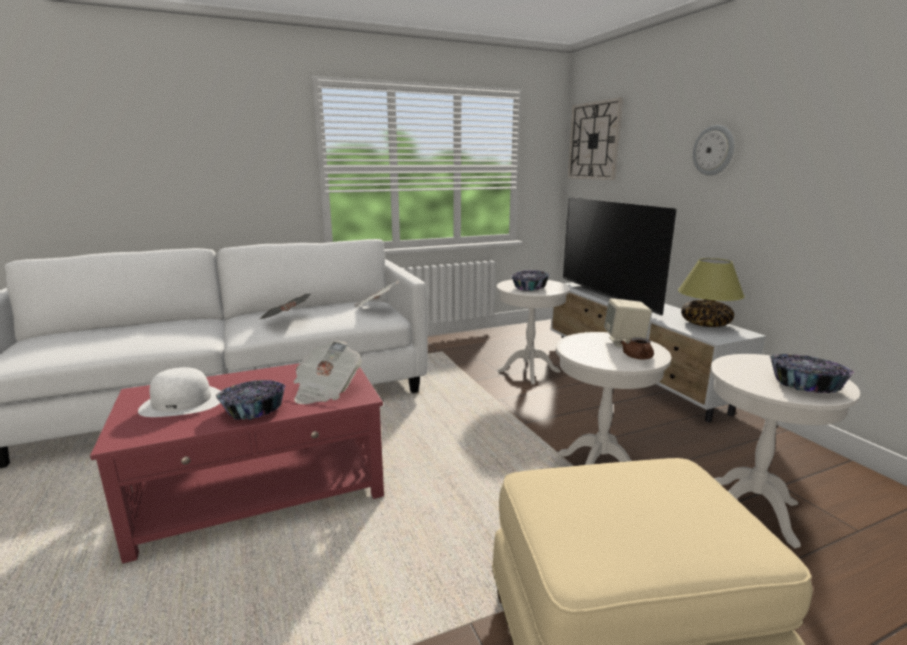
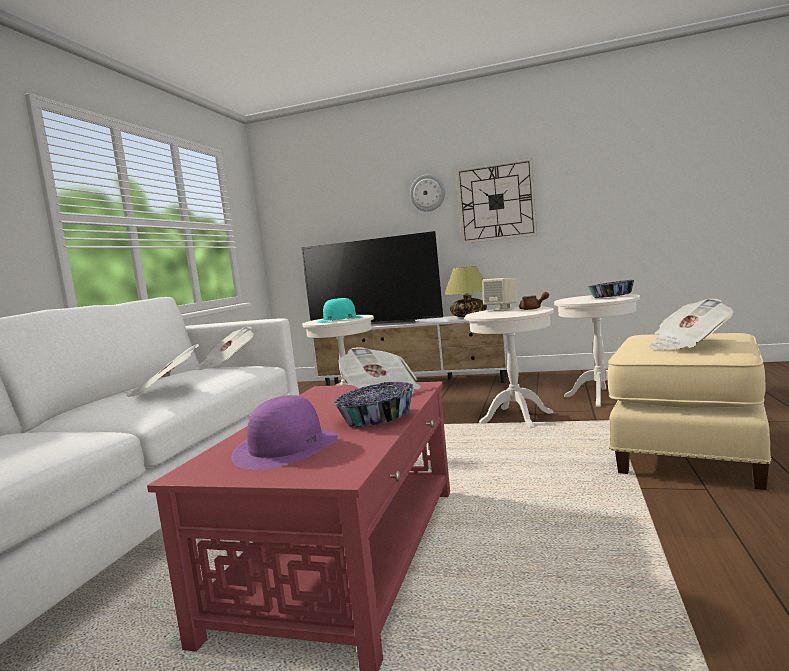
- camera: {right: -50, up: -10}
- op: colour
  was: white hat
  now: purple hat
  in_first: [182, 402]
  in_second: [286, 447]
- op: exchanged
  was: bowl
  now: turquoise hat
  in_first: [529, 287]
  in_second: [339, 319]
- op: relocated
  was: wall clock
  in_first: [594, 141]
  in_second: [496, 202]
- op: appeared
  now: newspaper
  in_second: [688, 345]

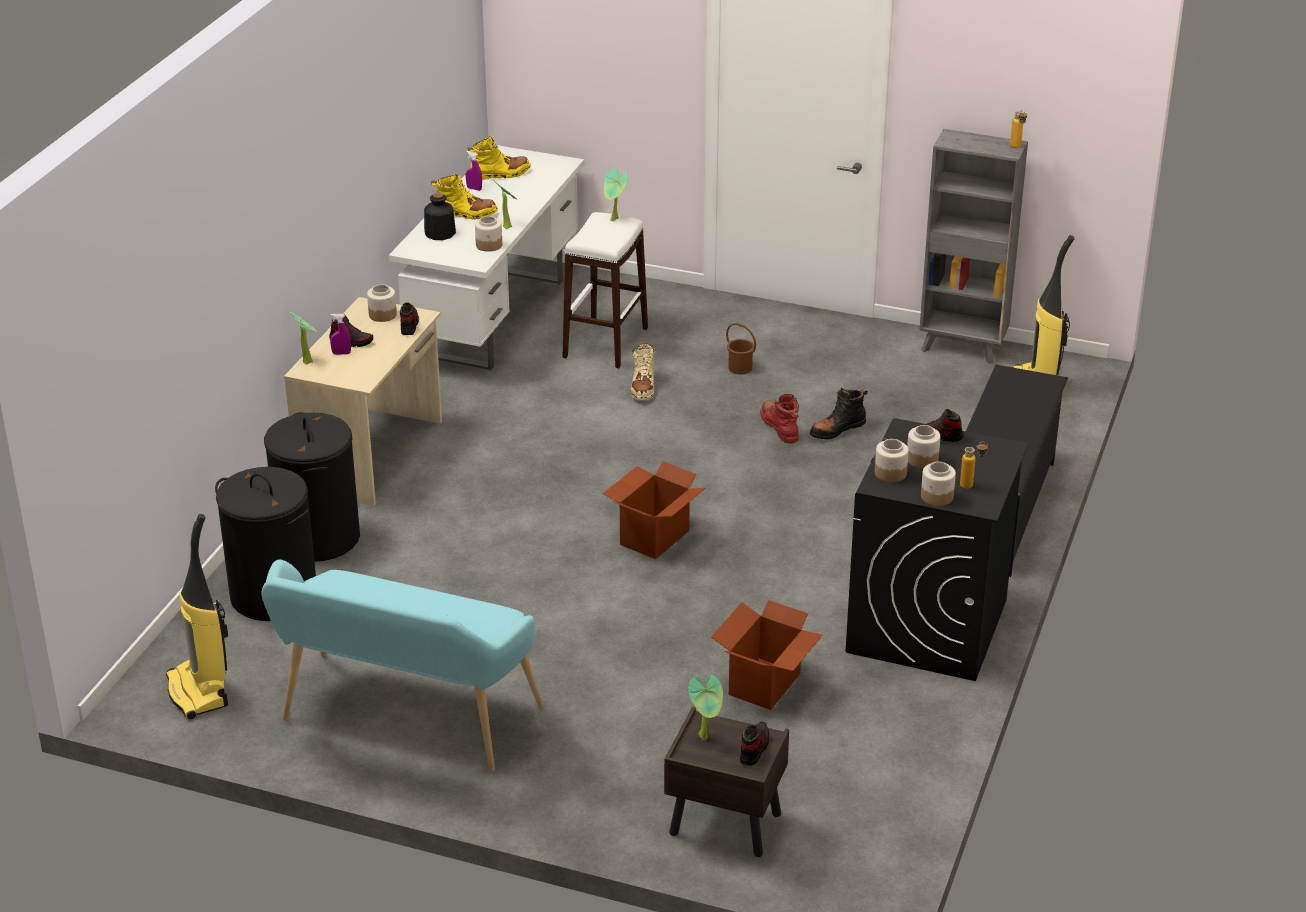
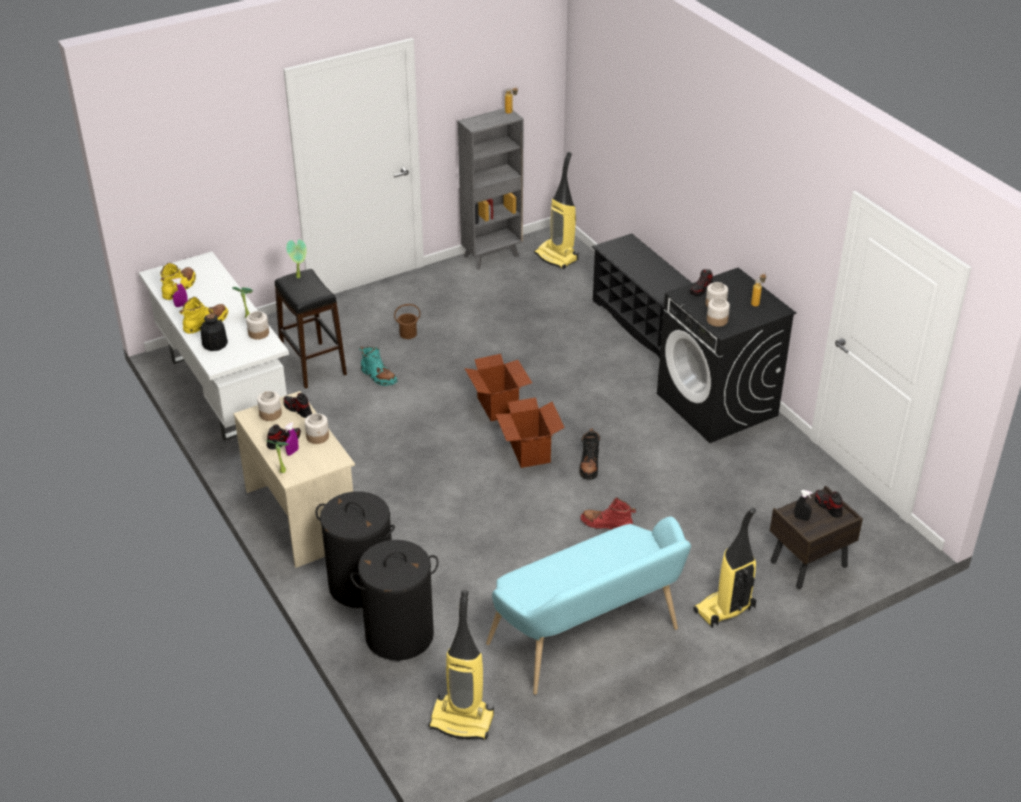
- camera: {right: -50, up: 5}
- op: colour
  was: white stool
  now: black stool
  in_first: [605, 343]
  in_second: [313, 365]
- op: colour
  was: beige boot
  now: turquoise boot
  in_first: [643, 387]
  in_second: [378, 376]
- op: exchanged
  was: potted plant
  now: black spray bottle
  in_first: [706, 737]
  in_second: [801, 518]
- op: relocated
  was: cardboard box
  in_first: [765, 684]
  in_second: [498, 406]
- op: relocated
  was: red boot
  in_first: [780, 427]
  in_second: [606, 525]
- op: relocated
  was: black boot
  in_first: [837, 430]
  in_second: [589, 465]
- op: relocated
  was: jar
  in_first: [937, 497]
  in_second: [318, 437]
- op: appeared
  now: vacuum cleaner
  in_second: [724, 610]

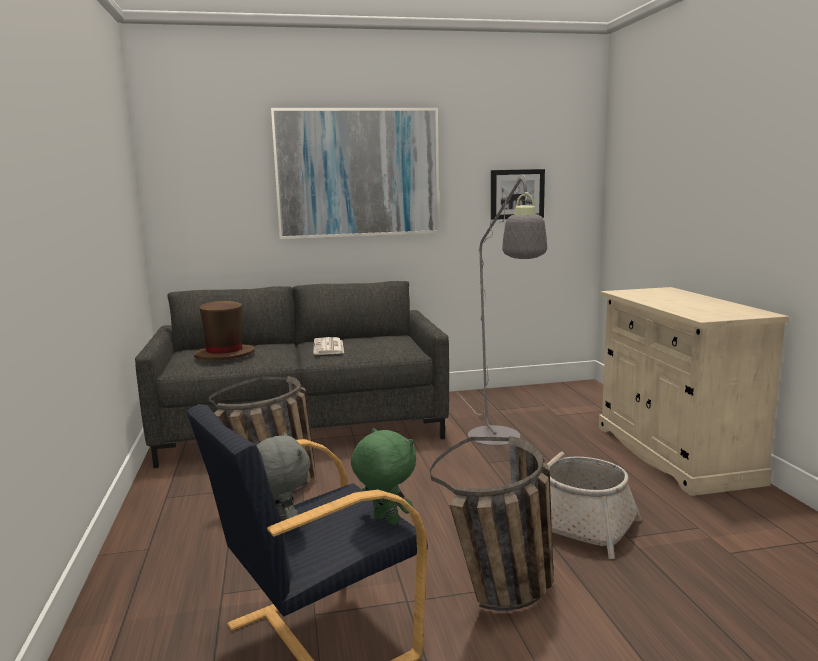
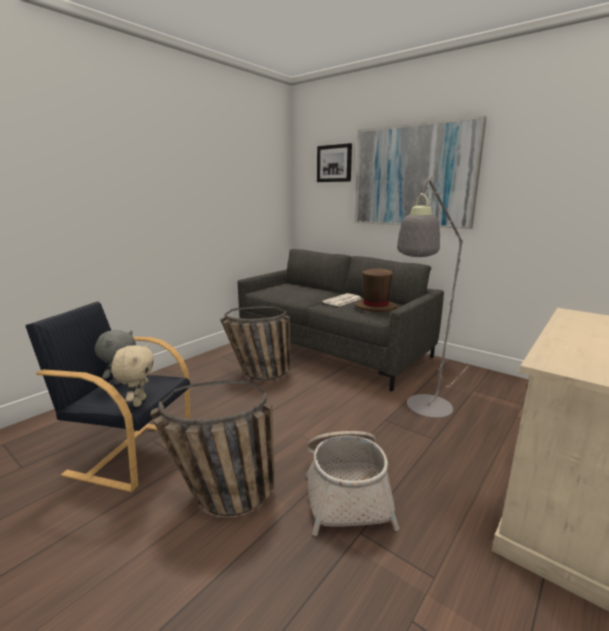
- camera: {right: 50, up: 5}
- op: relocated
  was: brown hat
  in_first: [224, 355]
  in_second: [375, 307]
- op: colour
  was: green plush toy
  now: beige plush toy
  in_first: [385, 521]
  in_second: [138, 402]
- op: relocated
  was: picture
  in_first: [516, 194]
  in_second: [334, 163]

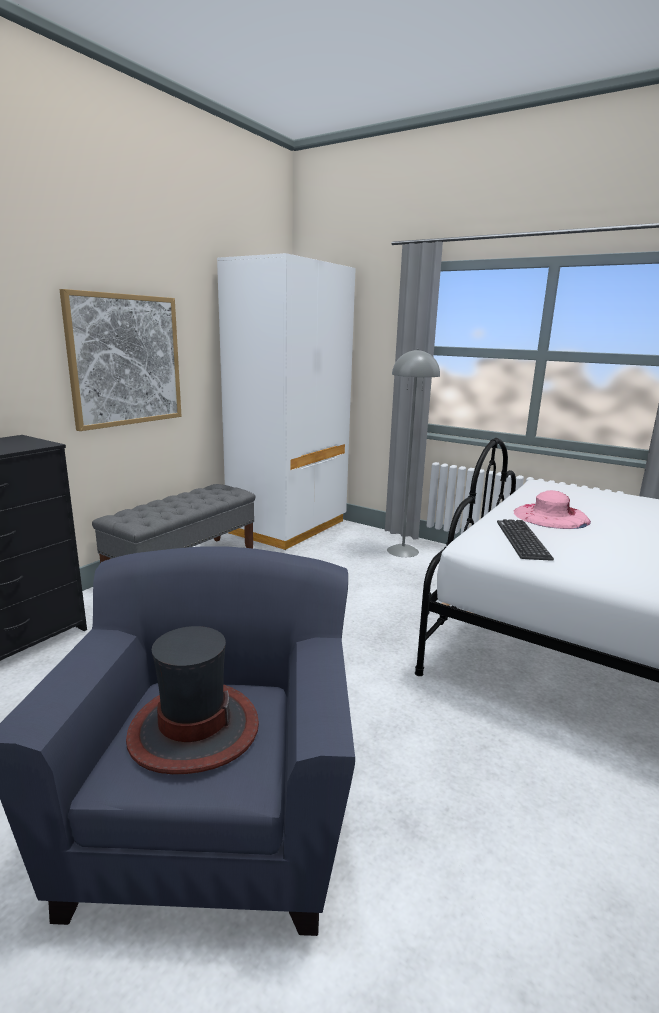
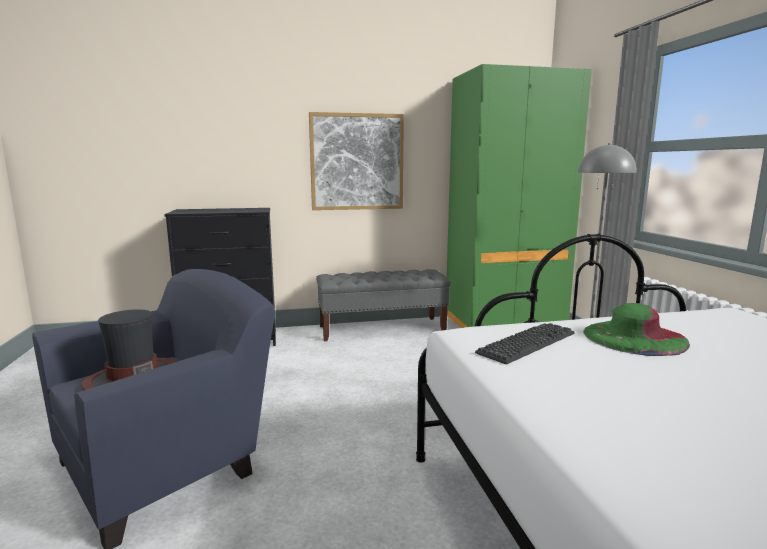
- camera: {right: 45, up: -5}
- op: colour
  was: white wardrobe
  now: green wardrobe
  in_first: [288, 527]
  in_second: [503, 323]
- op: colour
  was: pink hat
  now: green hat
  in_first: [551, 516]
  in_second: [634, 337]

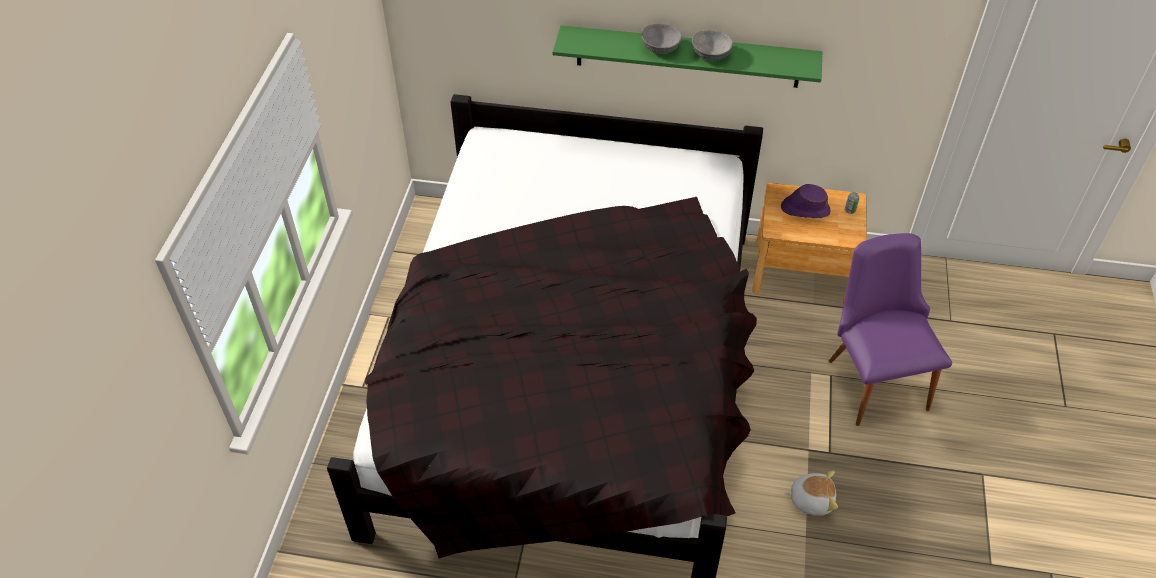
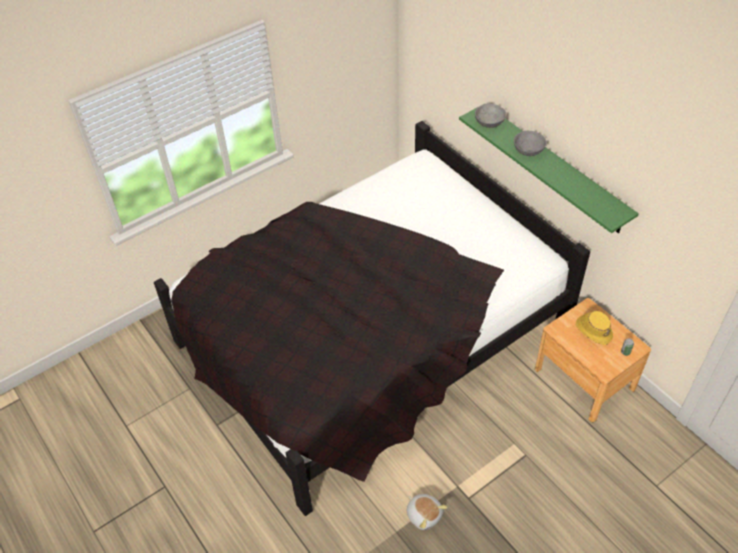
- camera: {right: 45, up: 0}
- op: relocated
  was: grey bowl
  in_first: [710, 54]
  in_second: [489, 122]
- op: colour
  was: purple hat
  now: yellow hat
  in_first: [804, 209]
  in_second: [593, 330]
- op: missing
  was: purple chair
  in_first: [874, 376]

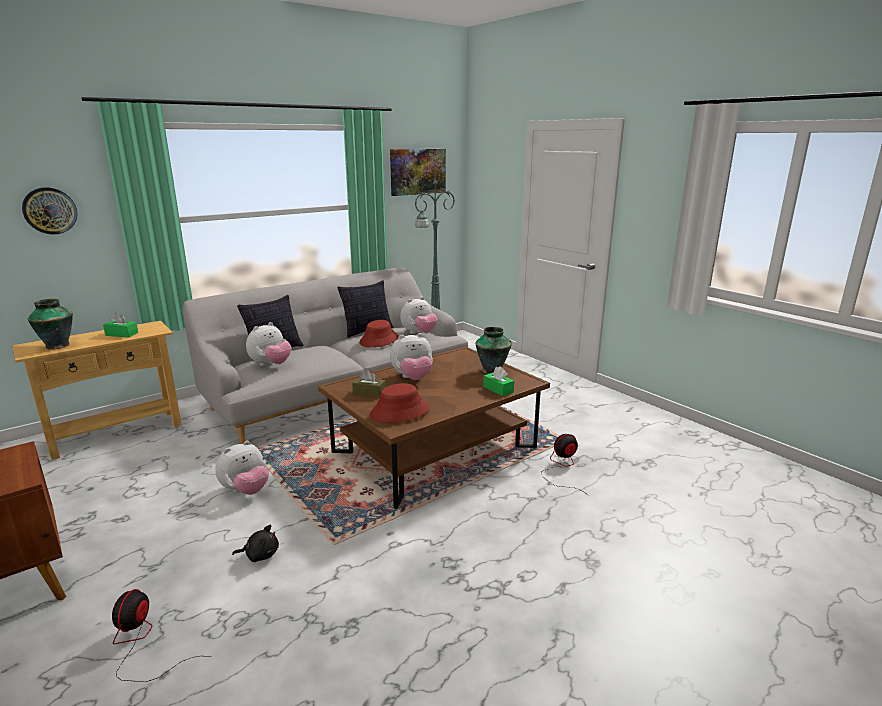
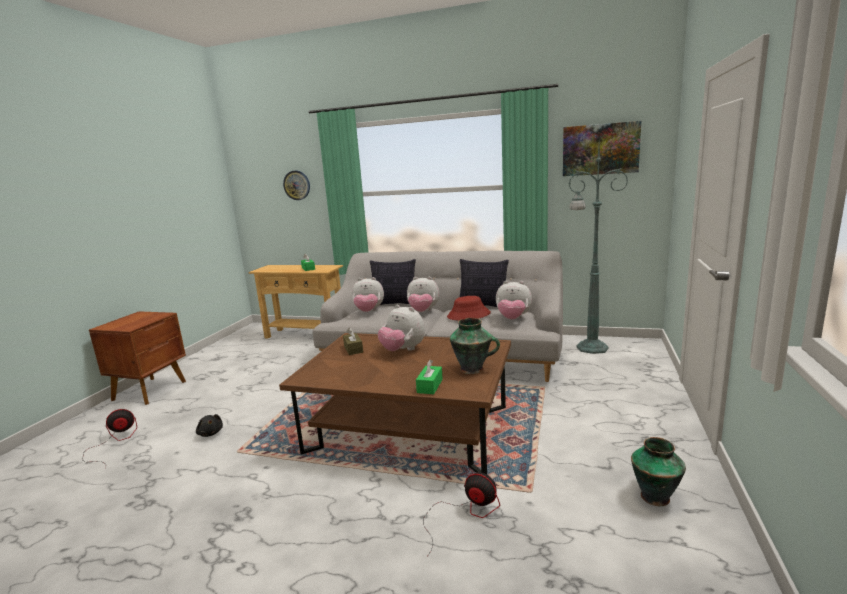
- camera: {right: 55, up: -5}
- op: relocated
  was: vase
  in_first: [57, 345]
  in_second: [654, 496]
- op: relocated
  was: plush toy
  in_first: [246, 490]
  in_second: [423, 311]
- op: missing
  was: red hat
  in_first: [400, 411]

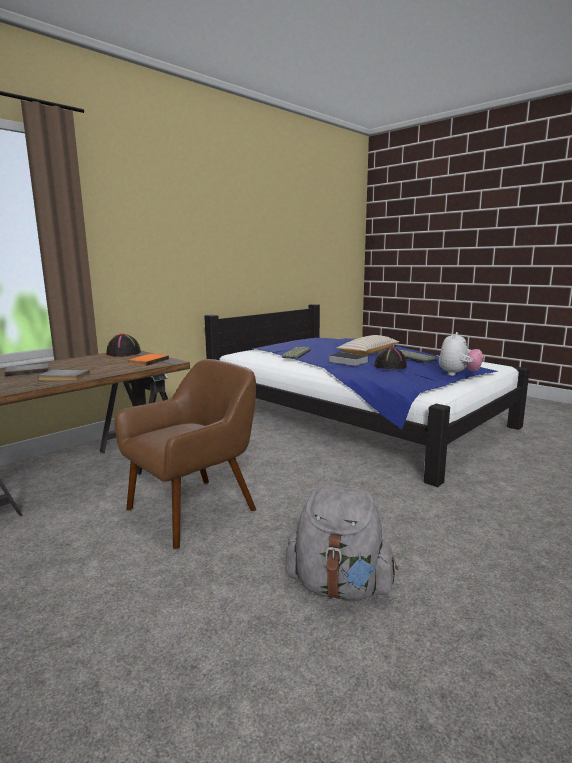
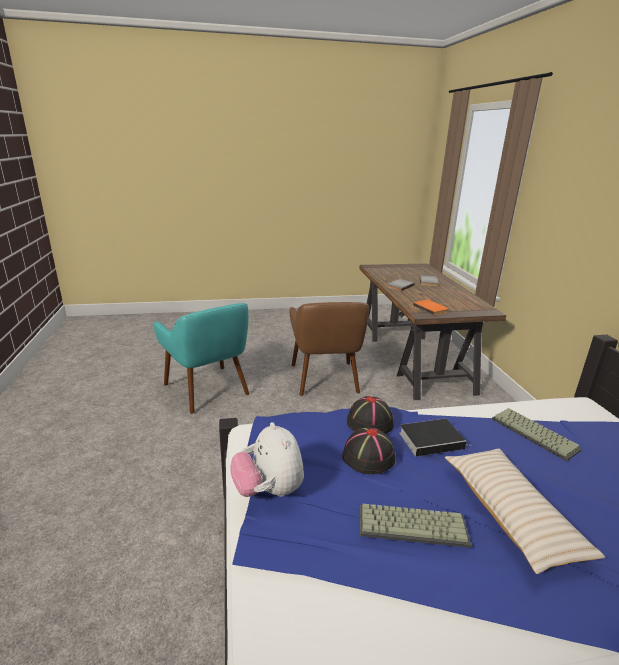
- camera: {right: 125, up: 10}
- op: relocated
  was: black hat
  in_first: [124, 353]
  in_second: [370, 422]
- op: exchanged
  was: grey backpack
  now: turquoise armchair
  in_first: [339, 586]
  in_second: [207, 390]

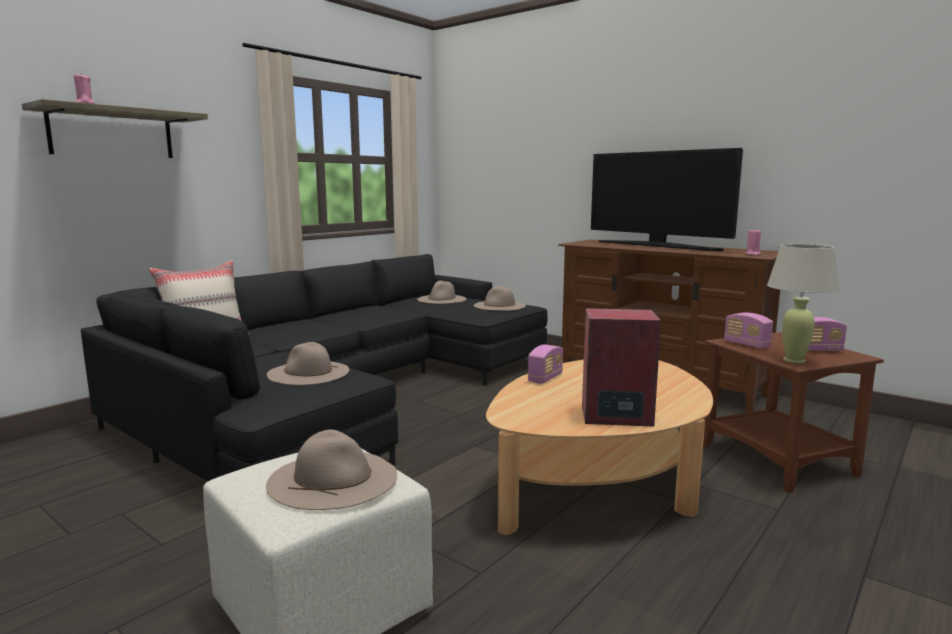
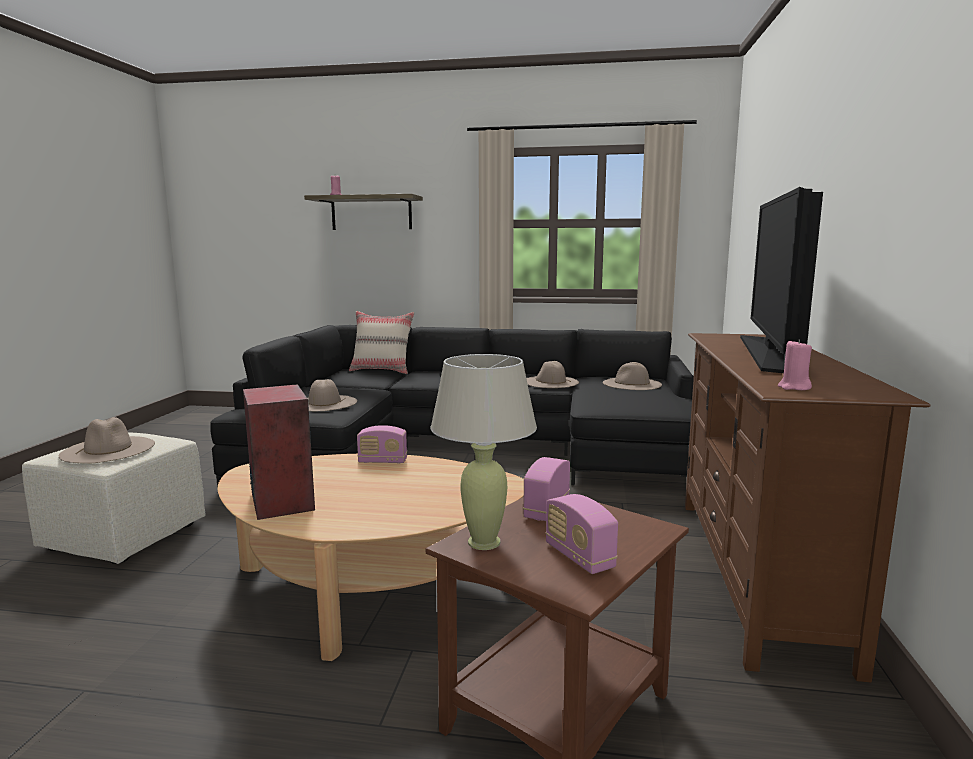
- camera: {right: 60, up: 0}
- op: relocated
  was: beige hat
  in_first: [499, 305]
  in_second: [550, 382]

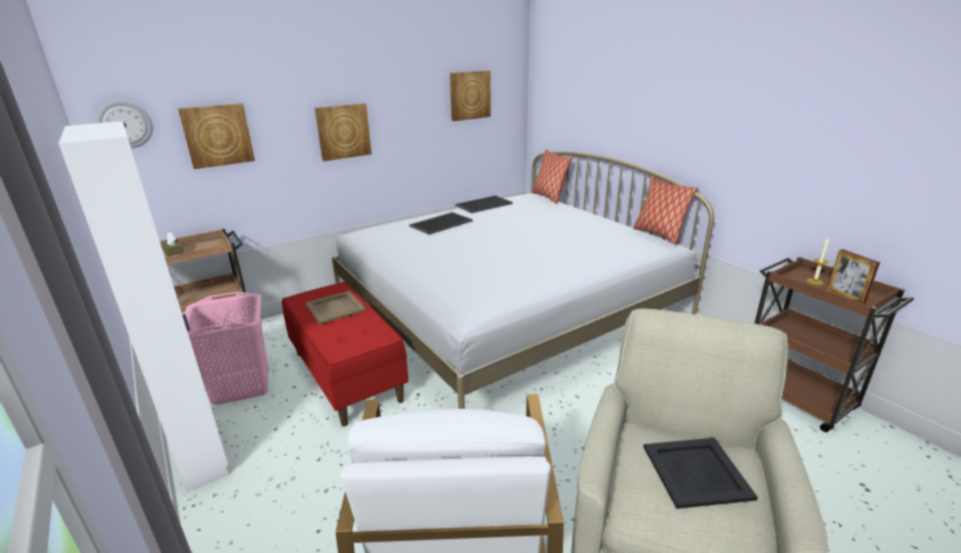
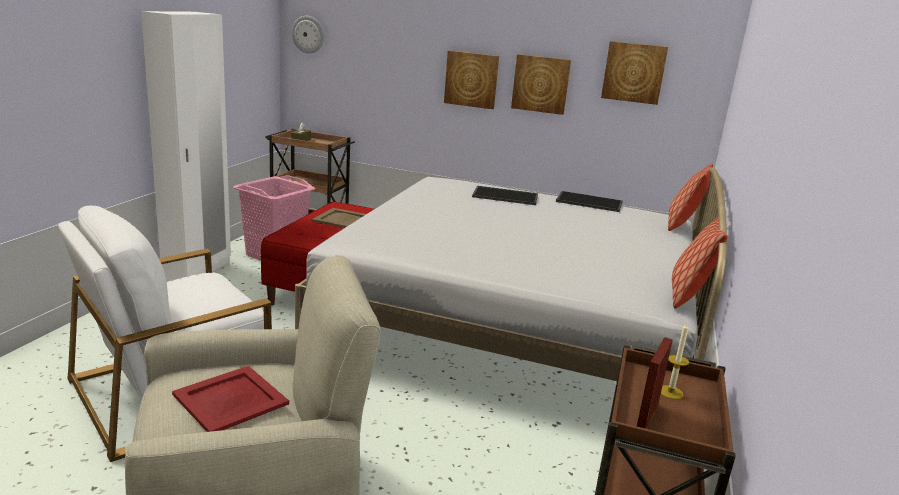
- camera: {right: 50, up: -5}
- op: relocated
  was: picture
  in_first: [217, 135]
  in_second: [540, 84]
- op: colour
  was: black tray
  now: red tray
  in_first: [695, 471]
  in_second: [231, 398]

